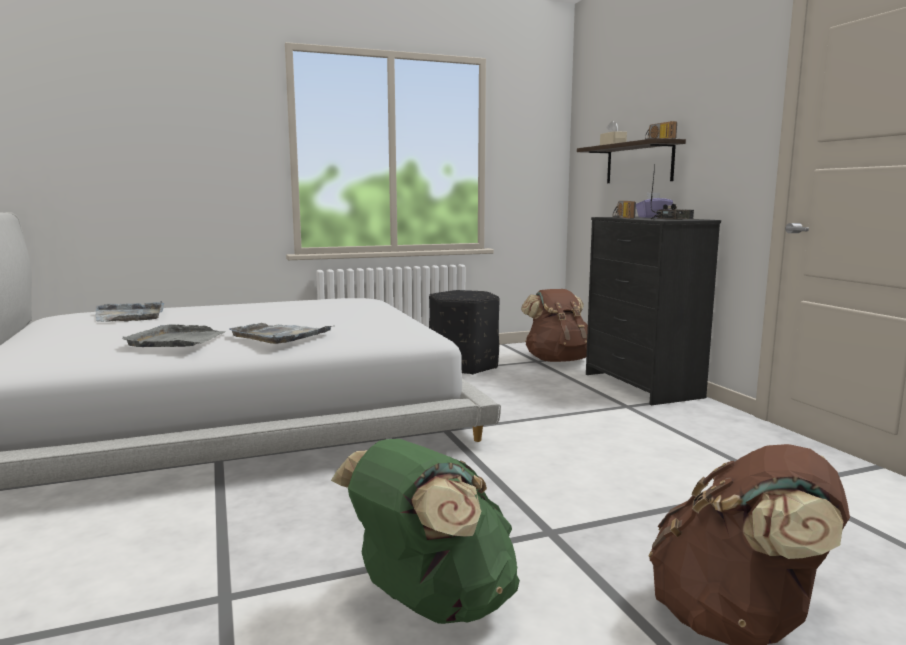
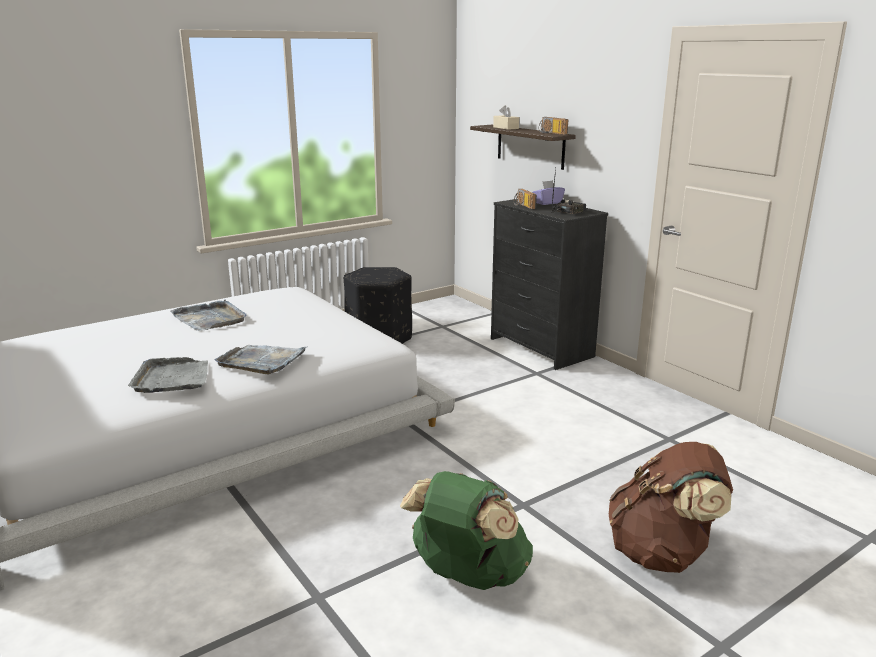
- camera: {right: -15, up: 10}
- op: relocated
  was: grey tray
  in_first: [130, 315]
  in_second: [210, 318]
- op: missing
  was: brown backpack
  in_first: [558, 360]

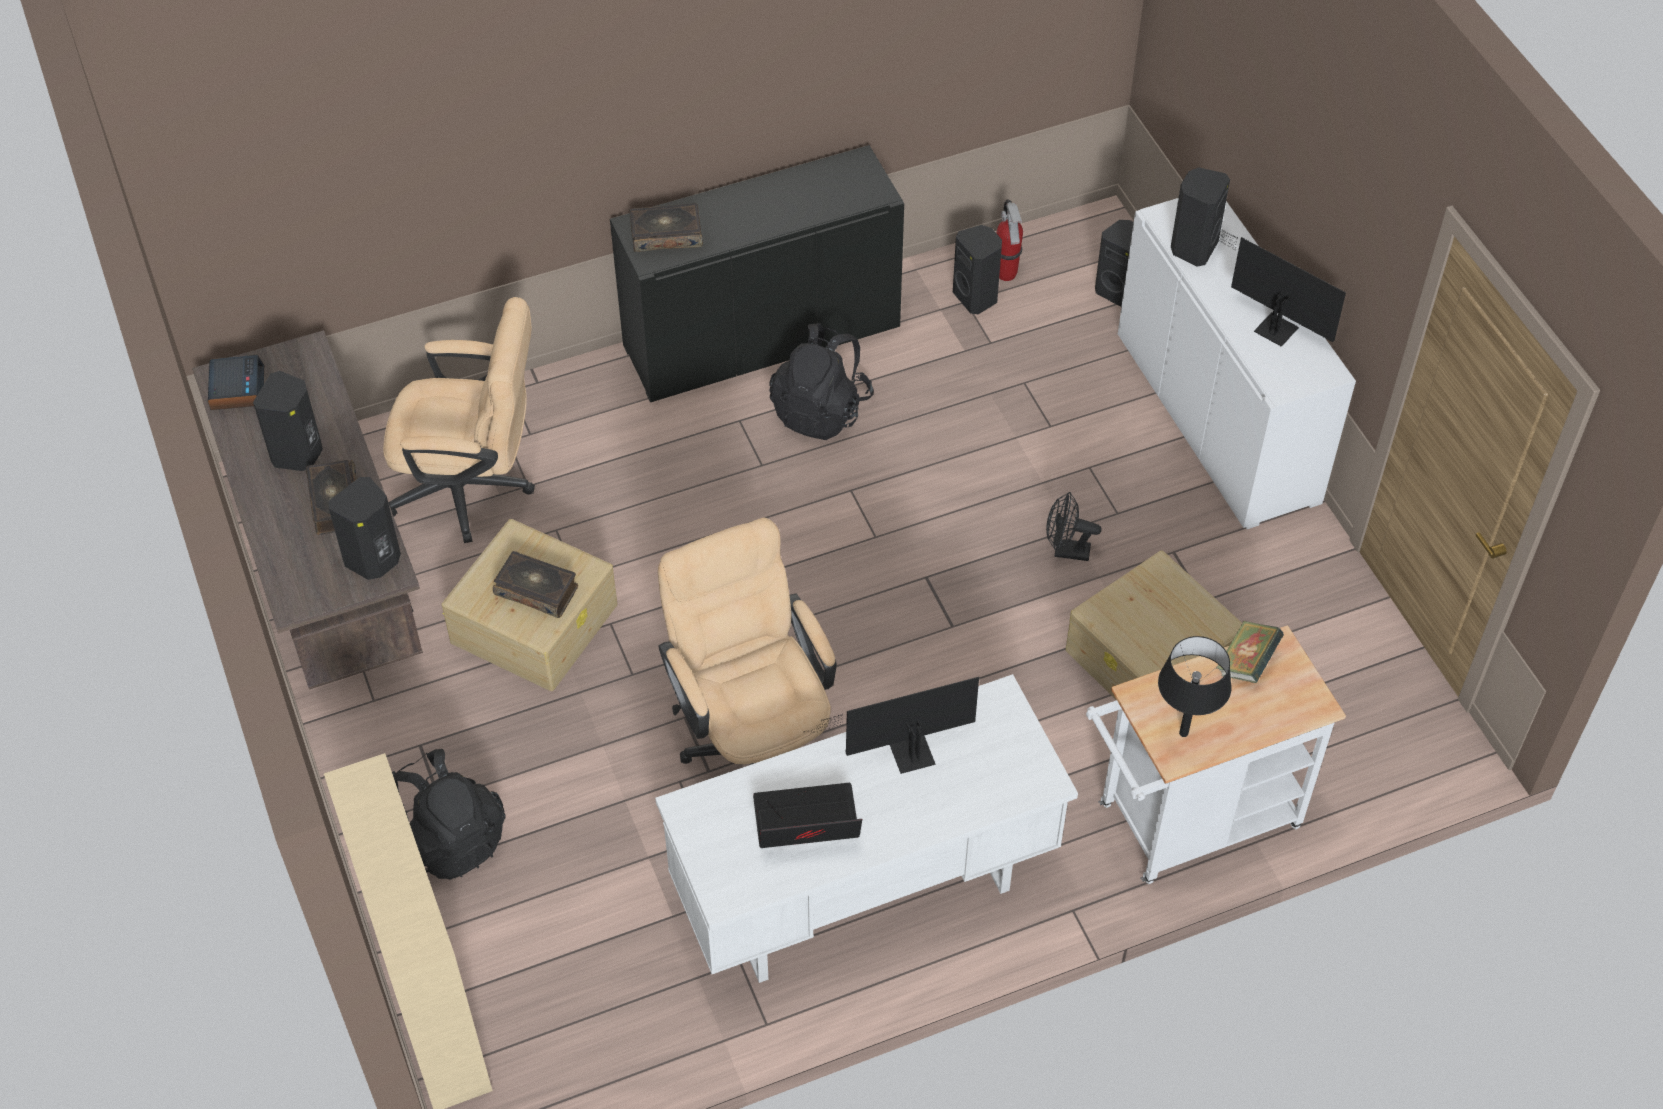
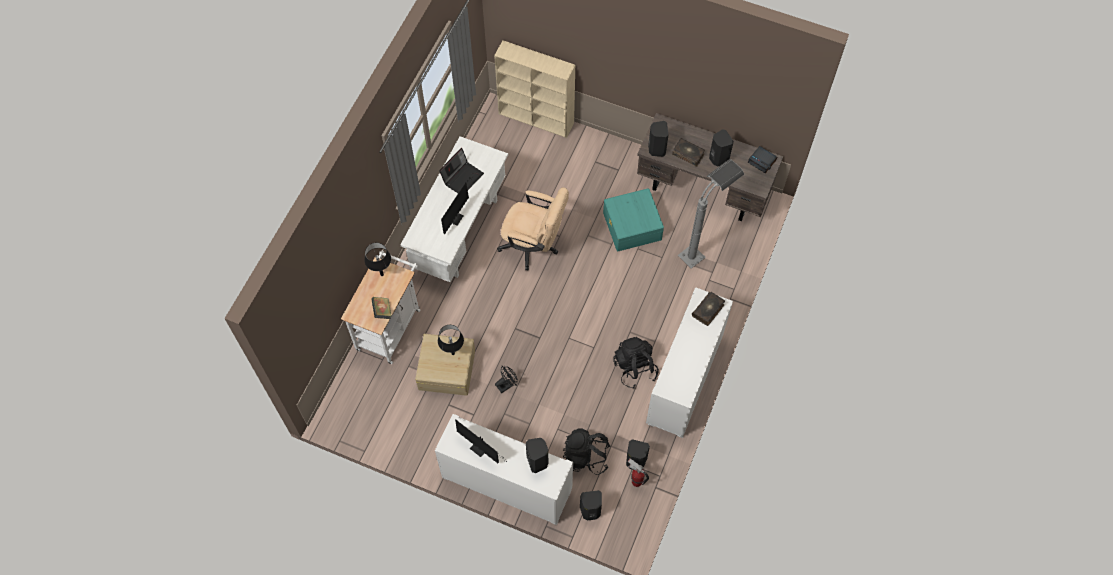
- camera: {right: 135, up: 10}
- op: exchanged
  was: beige office chair
  now: grey floor lamp
  in_first: [473, 488]
  in_second: [701, 249]
- op: relocated
  was: black backpack
  in_first: [450, 838]
  in_second: [586, 456]
- op: colour
  was: beige storage box
  now: turquoise storage box
  in_first: [535, 622]
  in_second: [632, 226]
- op: missing
  was: book
  in_first: [537, 590]
- op: colour
  was: black cabinet
  now: white cabinet
  in_first: [761, 337]
  in_second: [685, 378]
- op: spun
  was: monitor
  in_first: [1271, 326]
  in_second: [481, 449]
  clockwise: 45
- op: appeared
  now: black table lamp
  in_second: [453, 353]

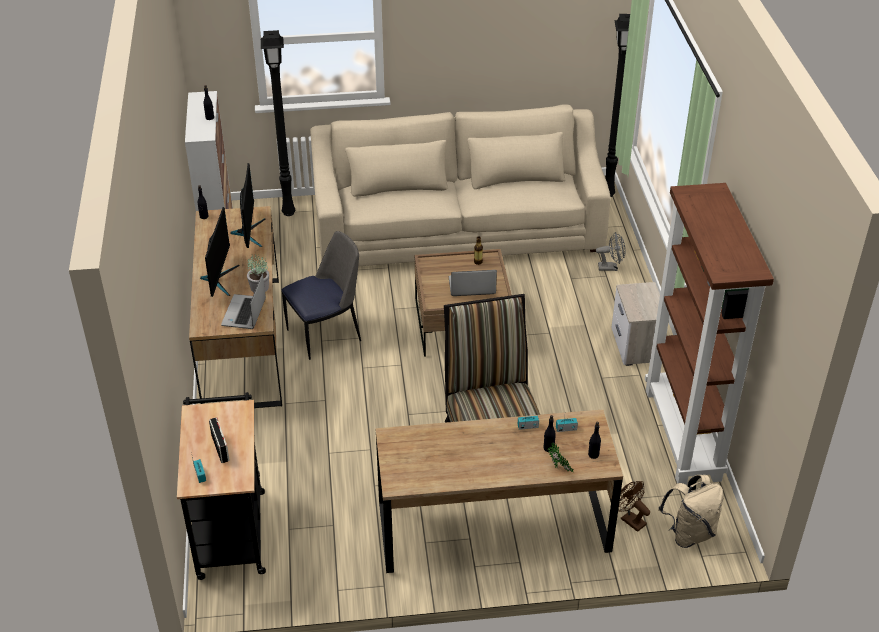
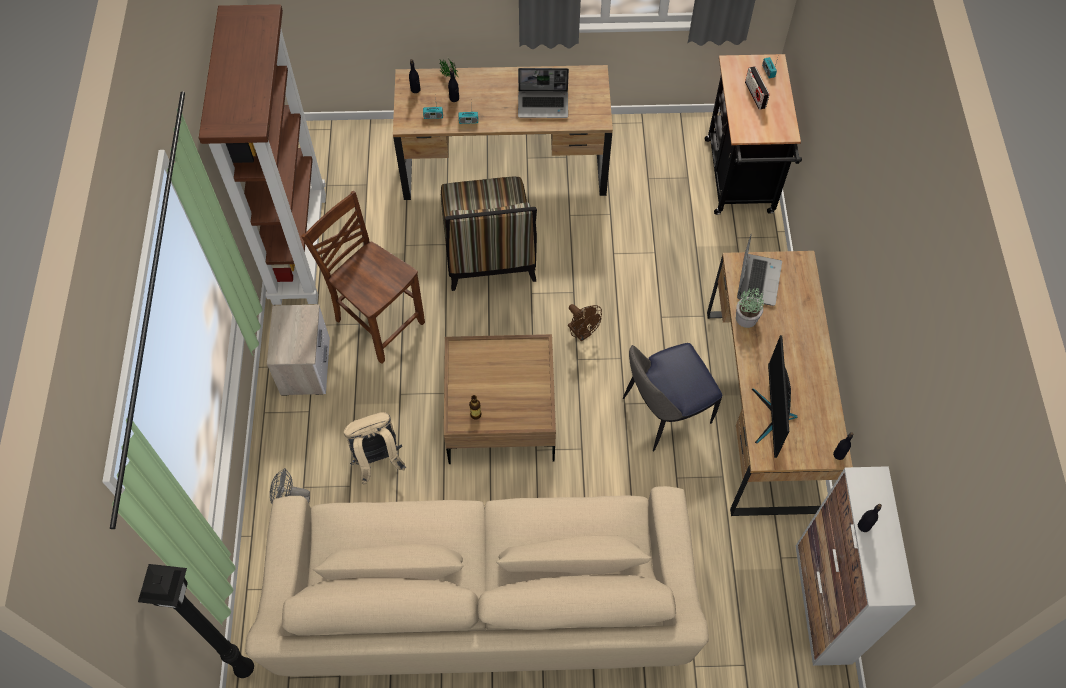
- camera: {right: -175, up: 20}
- op: missing
  was: monitor
  in_first: [219, 279]
- op: missing
  was: black floor lamp
  in_first: [289, 212]
- op: relocated
  was: laptop
  in_first: [471, 287]
  in_second: [543, 104]
- op: relocated
  was: brown fan
  in_first: [629, 520]
  in_second: [582, 333]
- op: relocated
  was: beige backpack
  in_first: [689, 533]
  in_second: [377, 460]
- op: appeared
  now: brown chair
  in_second: [378, 321]

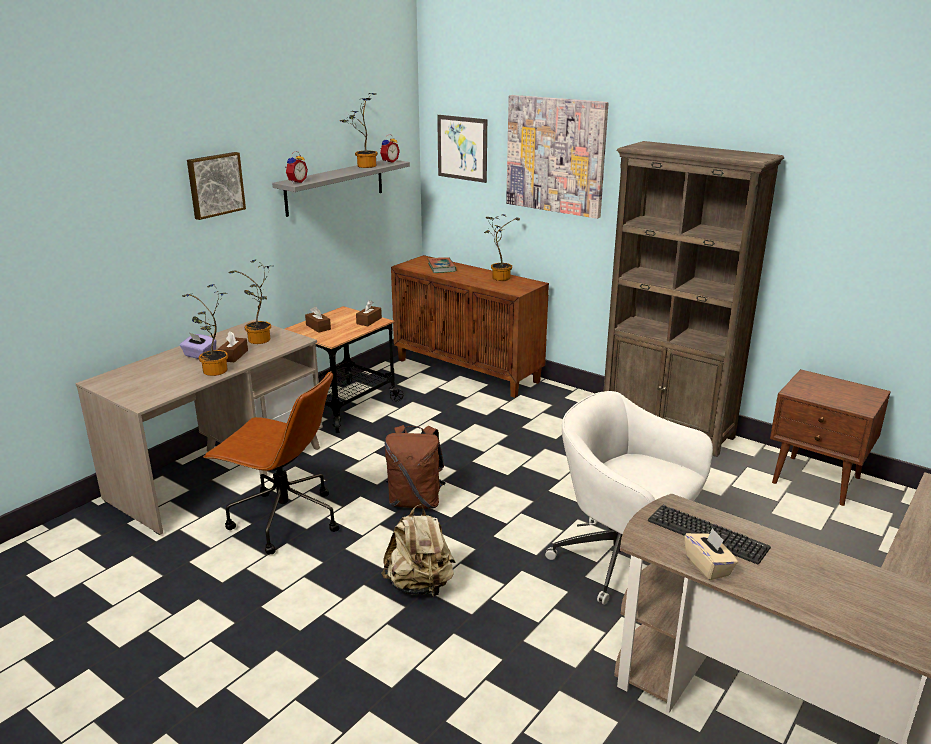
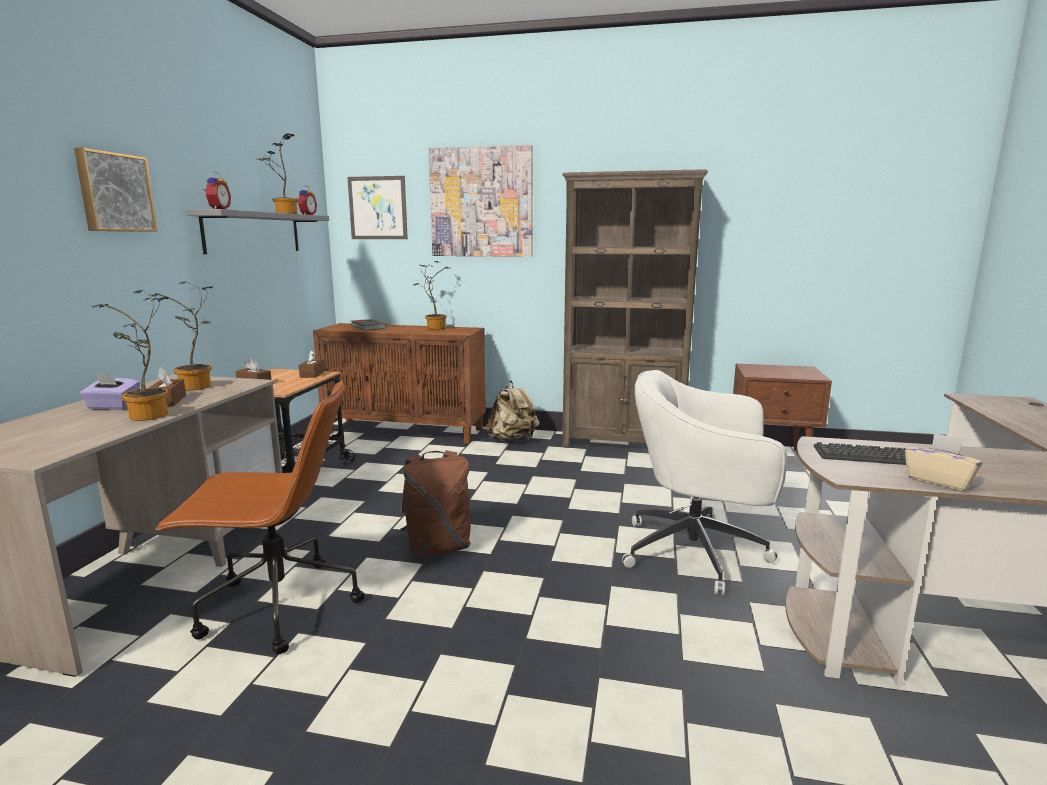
- camera: {right: -25, up: -10}
- op: relocated
  was: beige backpack
  in_first: [420, 585]
  in_second: [513, 440]

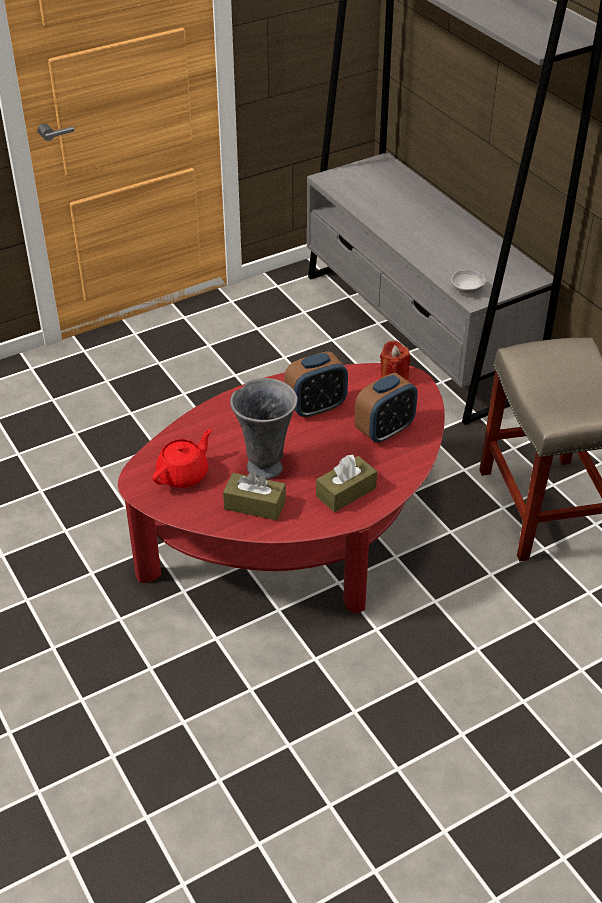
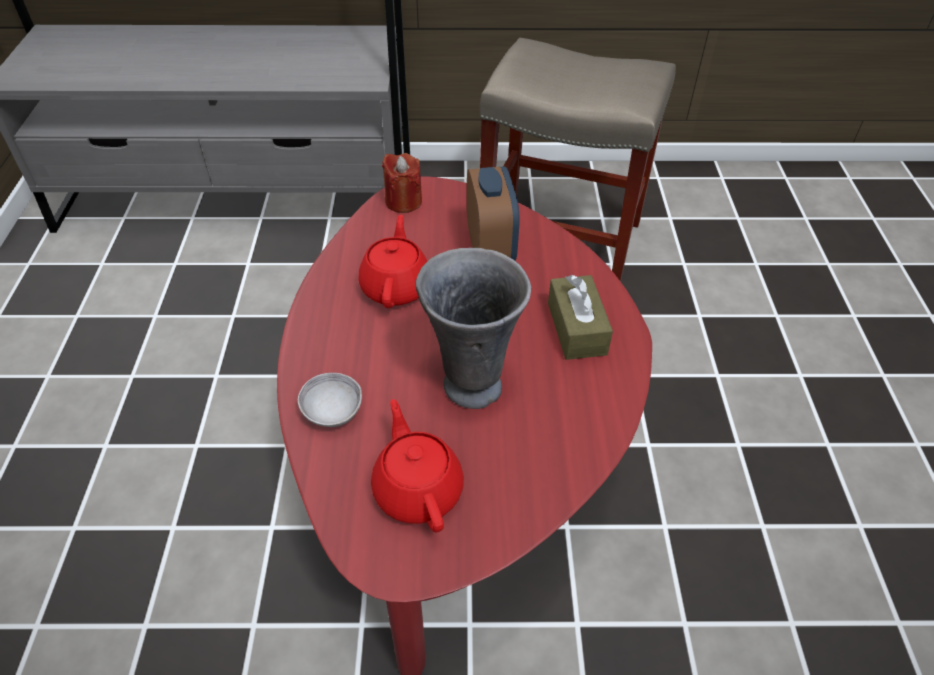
- camera: {right: -60, up: 5}
- op: missing
  was: brown tissue box
  in_first: [255, 505]
- op: exchanged
  was: alarm clock
  now: red teapot
  in_first: [316, 407]
  in_second: [396, 286]
- op: relocated
  was: grey bowl
  in_first: [467, 289]
  in_second: [333, 411]

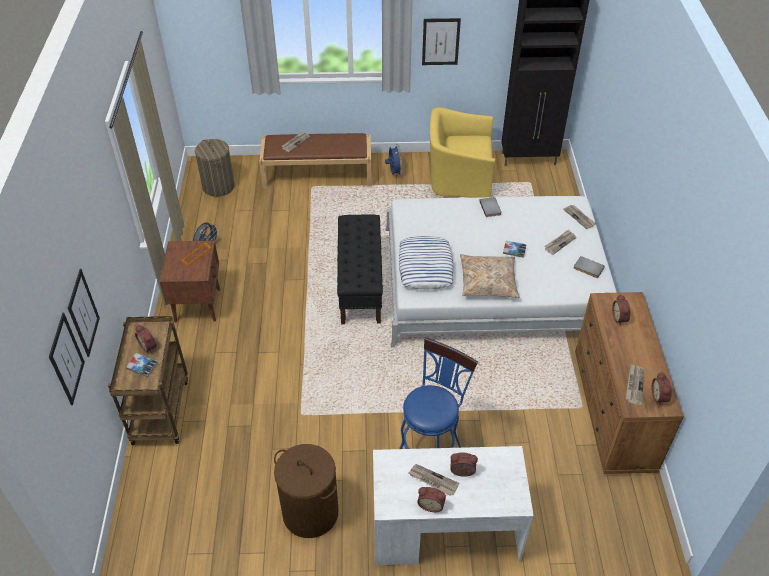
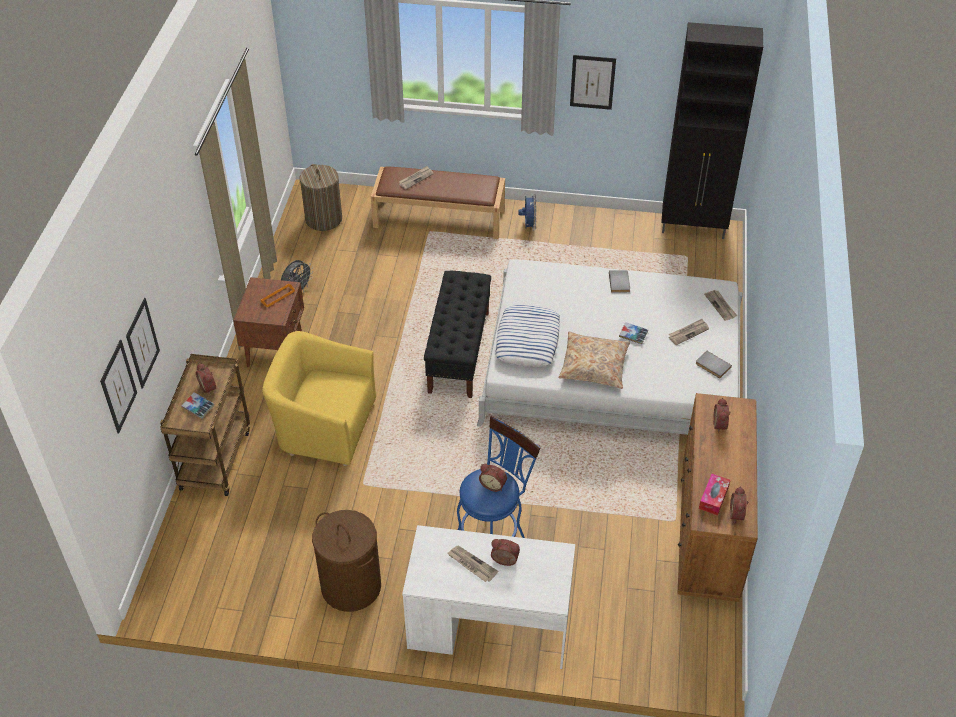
- camera: {right: 10, up: 0}
- op: relocated
  was: alarm clock
  in_first: [431, 504]
  in_second: [493, 484]
- op: relocated
  was: yellow armchair
  in_first: [459, 178]
  in_second: [324, 426]
- op: exchanged
  was: newspaper
  now: tissue box
  in_first: [634, 385]
  in_second: [713, 498]

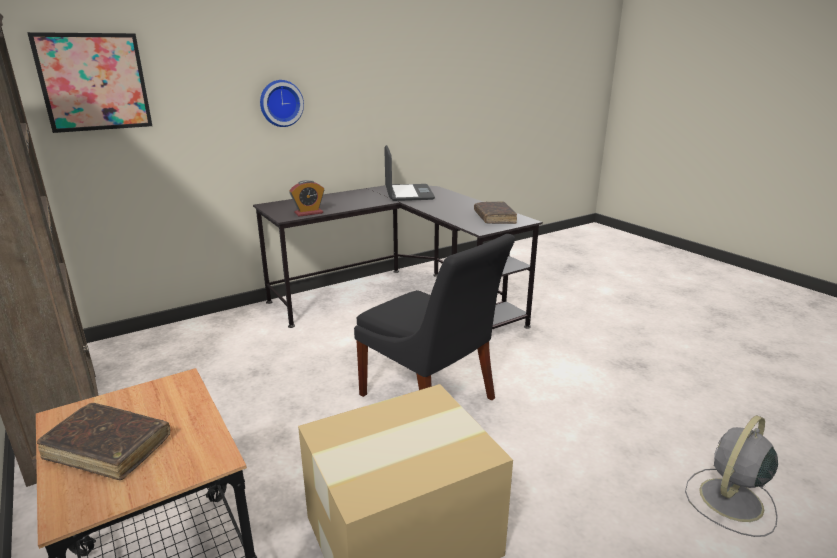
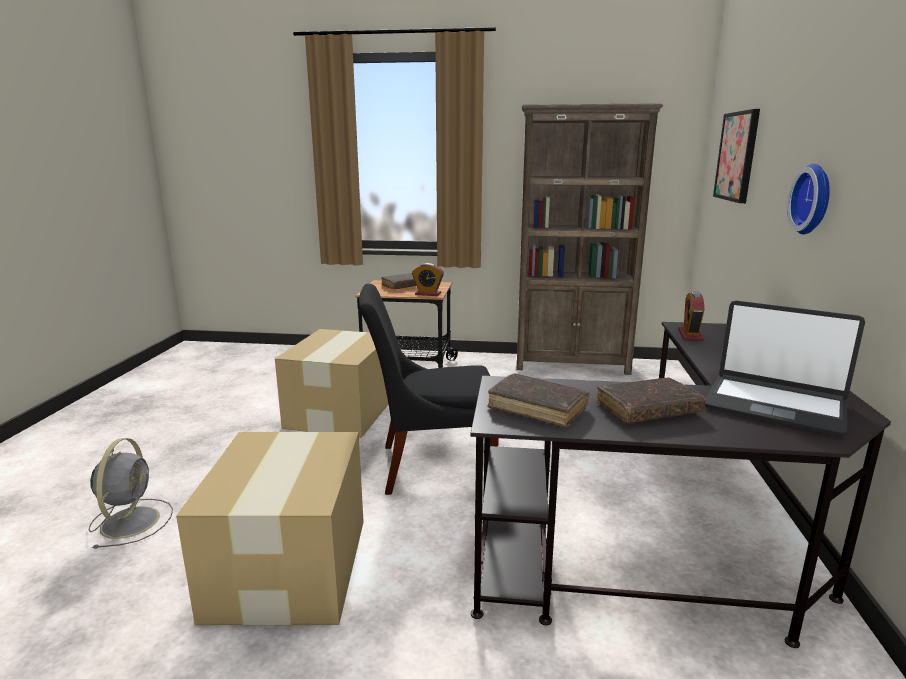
- camera: {right: 130, up: -5}
- op: appeared
  now: cardboard box
  in_second: [287, 569]
- op: appeared
  now: alarm clock
  in_second: [428, 294]
- op: appeared
  now: brown book
  in_second: [648, 410]

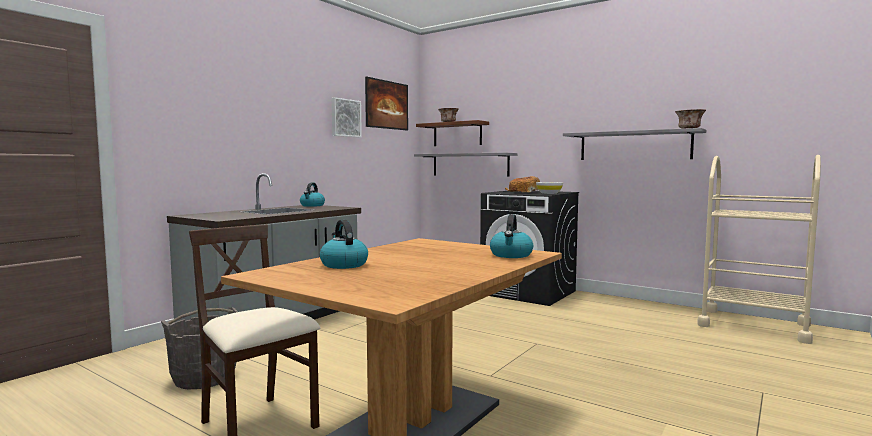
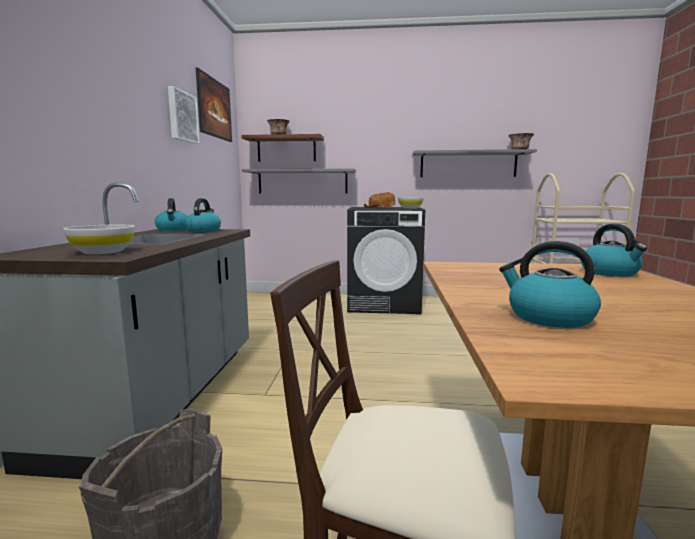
- camera: {right: -30, up: 5}
- op: appeared
  now: white bowl
  in_second: [103, 252]
- op: appeared
  now: kettle
  in_second: [203, 231]

